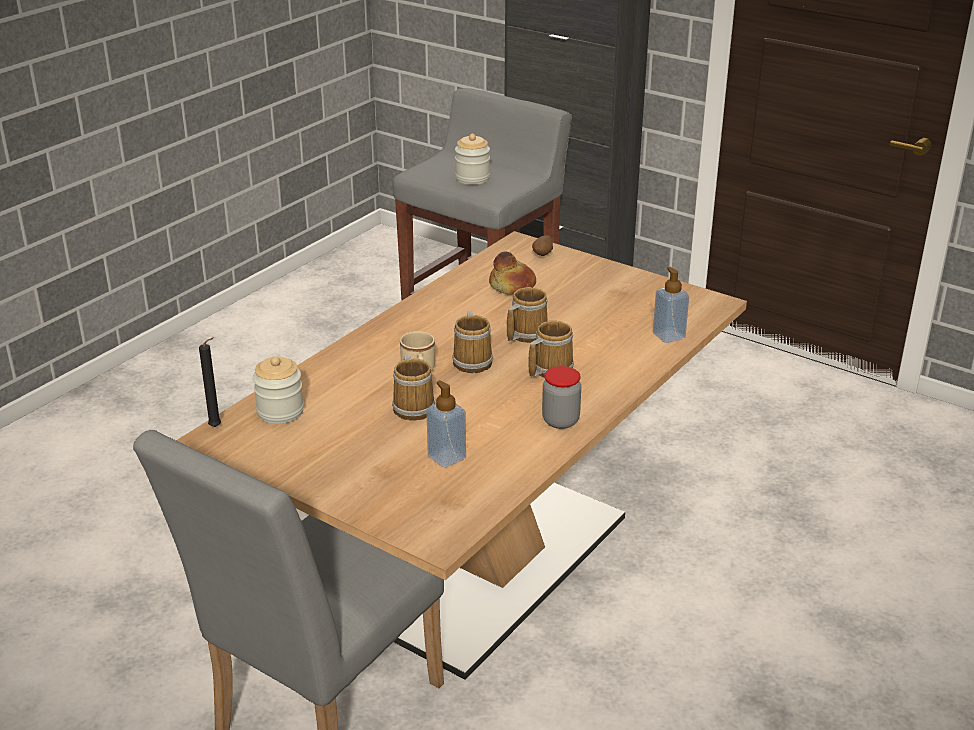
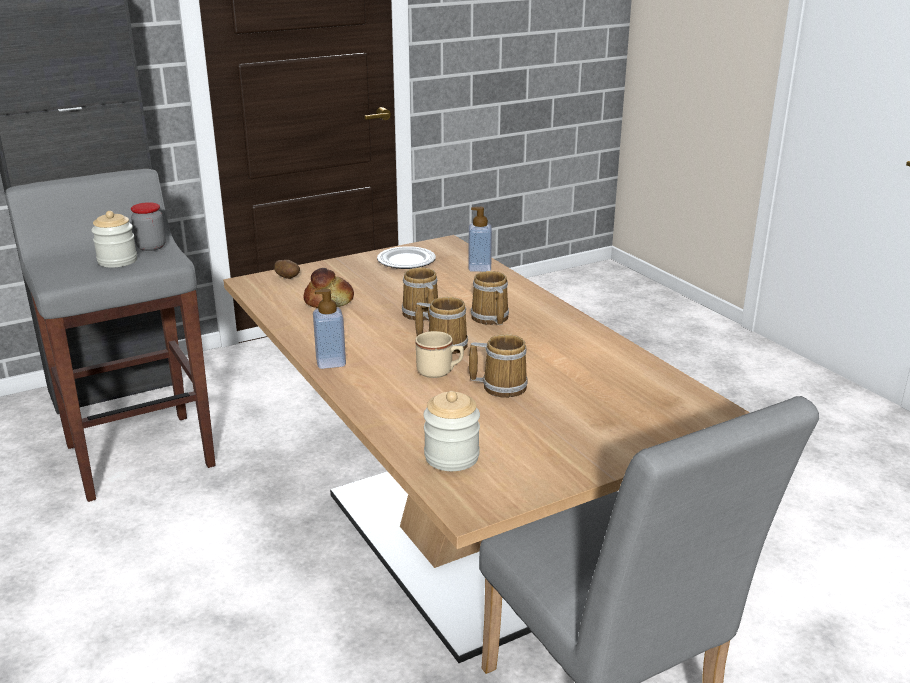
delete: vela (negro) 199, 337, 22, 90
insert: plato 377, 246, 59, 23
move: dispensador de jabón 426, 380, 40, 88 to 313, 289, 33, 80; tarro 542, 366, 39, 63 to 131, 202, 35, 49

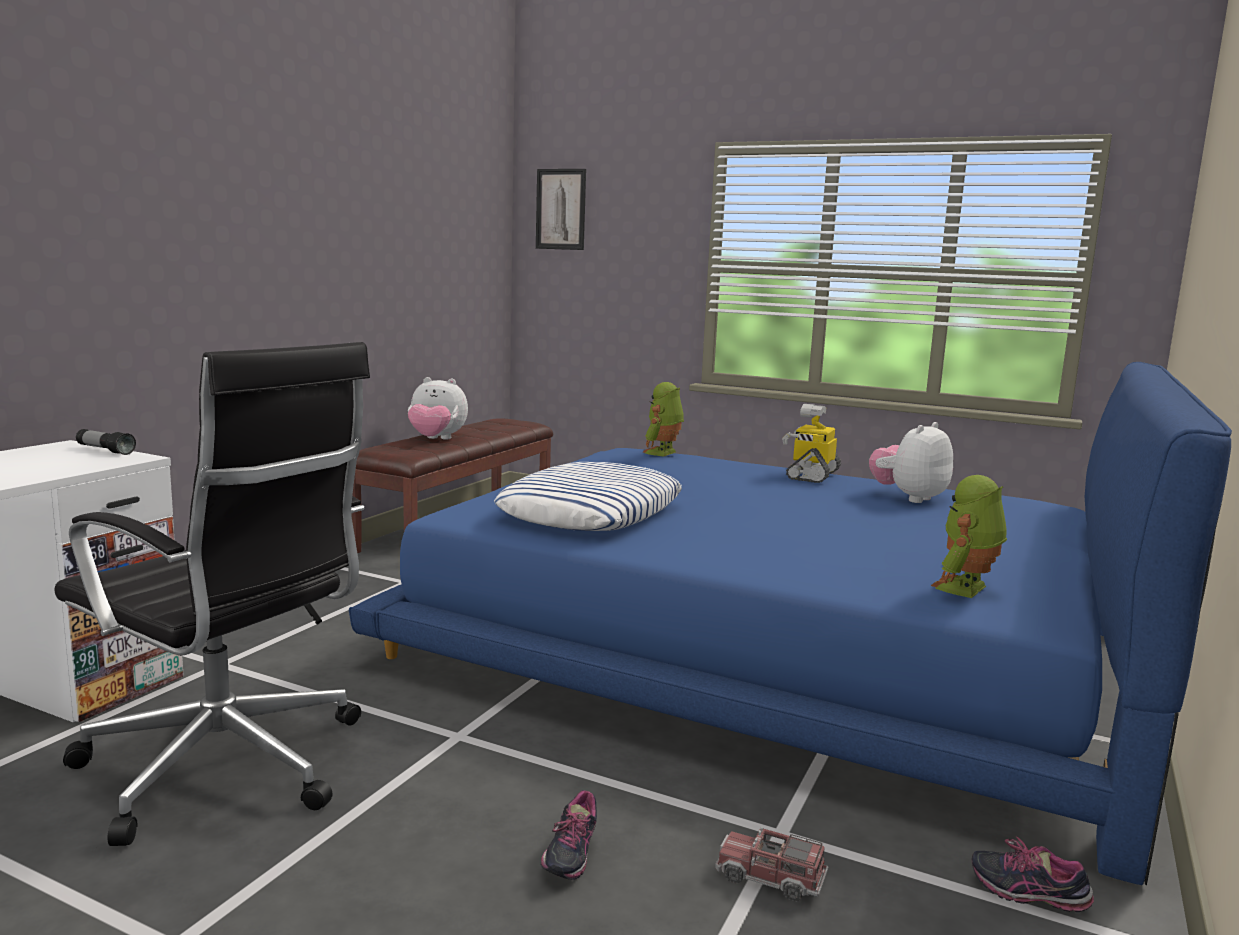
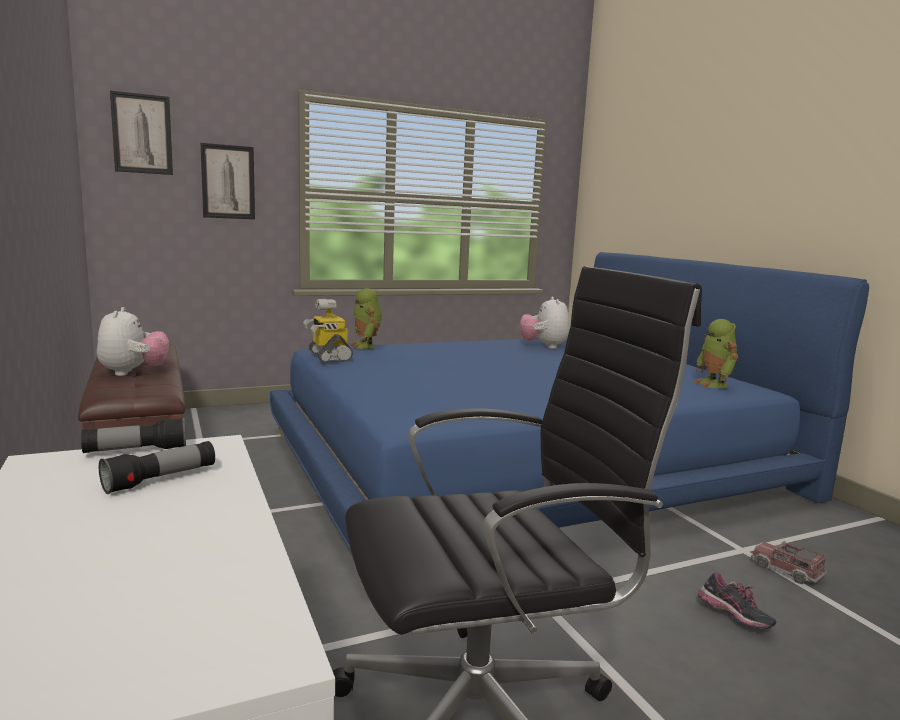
delete: cojín 494, 462, 188, 69; zapato 972, 836, 122, 76
insert: linterna 99, 441, 116, 53; cuadro 200, 143, 55, 76
move: robot de juguete 782, 404, 59, 79 to 303, 299, 50, 64
rotate: peluche 408, 377, 60, 63 = 97, 307, 72, 69 60 degrees counterclockwise; camión de juguete 715, 826, 113, 76 = 751, 541, 76, 43 75 degrees clockwise

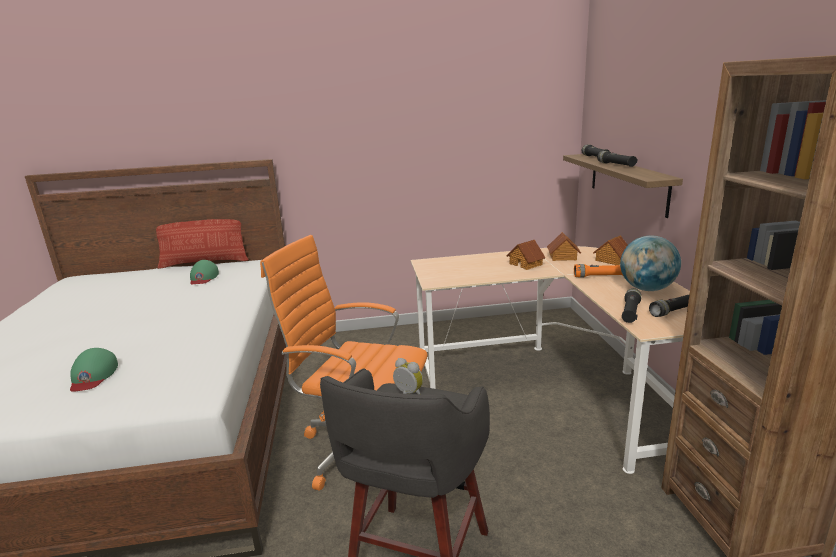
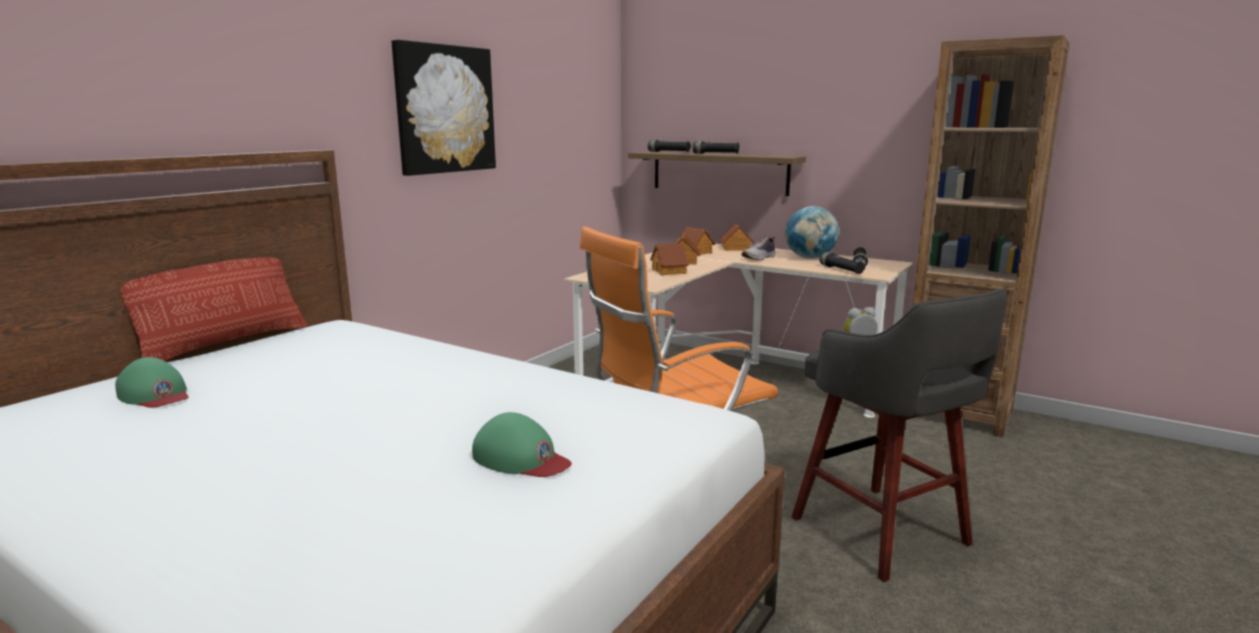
insert: cuadro 391, 40, 105, 136; casita 650, 243, 39, 32
move: gorra (verde) 190, 260, 29, 24 to 115, 357, 73, 51
replace: linterna (naranja) 574, 264, 49, 13 to zapato 741, 236, 35, 25

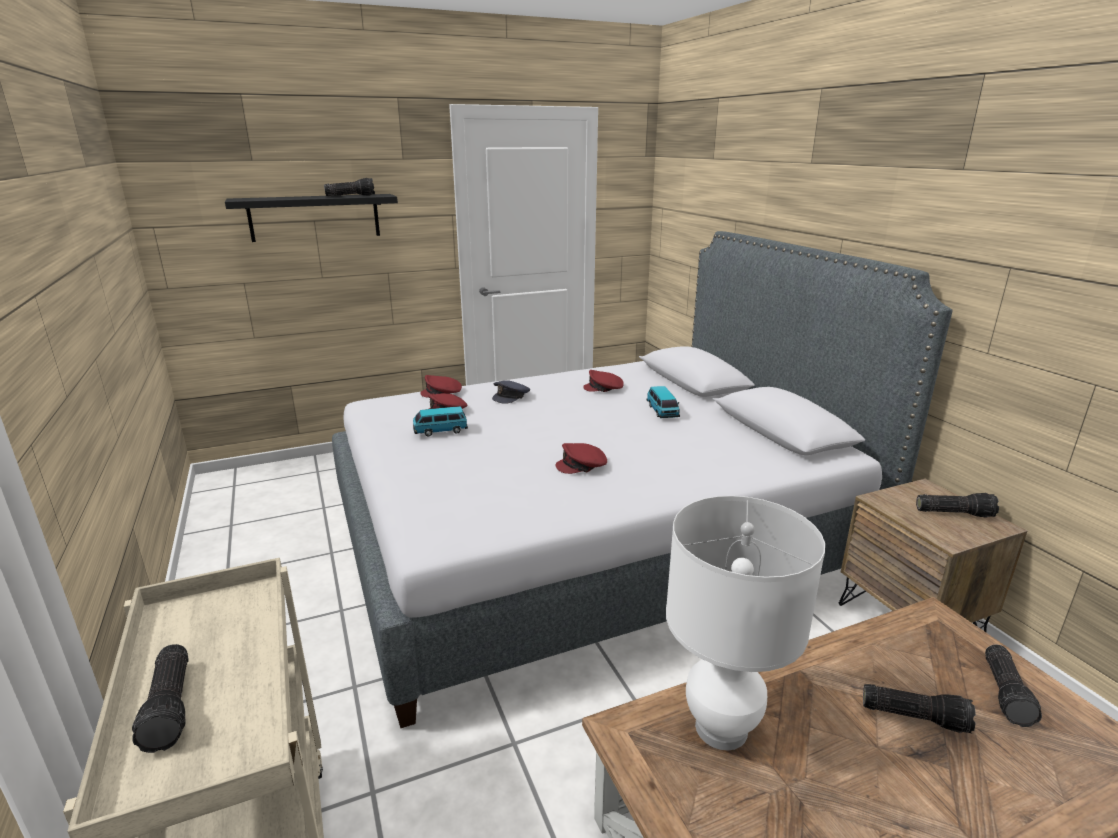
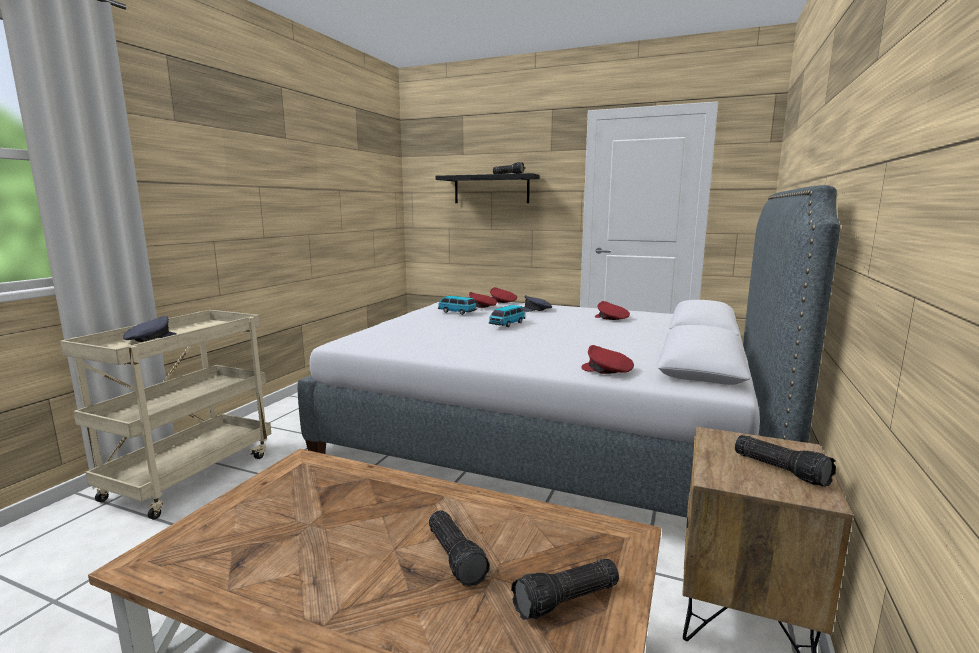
delete: lámpara de mesa (blanco) 666, 496, 159, 255
move: gorra (rojo) 555, 443, 52, 31 to 581, 345, 53, 29; coche de juguete 647, 386, 33, 32 to 489, 305, 36, 22
replace: linterna 132, 644, 57, 109 to gorra (gris) 123, 316, 54, 26

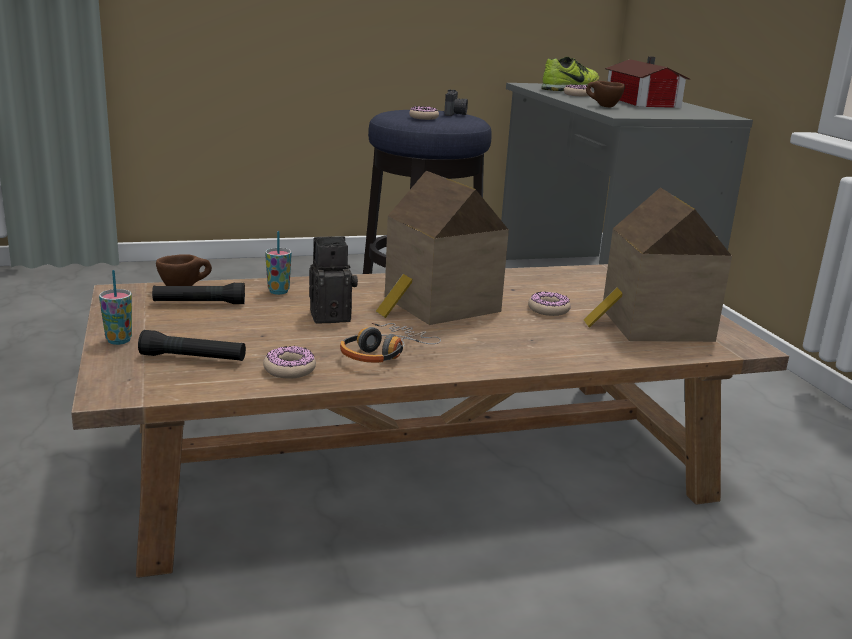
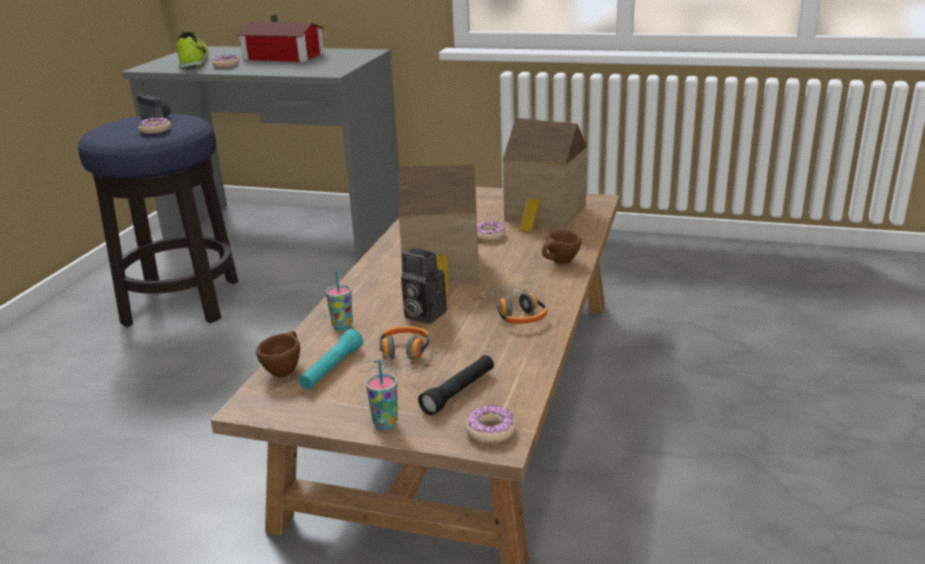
insert: auriculares 357, 326, 76, 48
move: rosquilla 263, 346, 53, 33 to 465, 406, 51, 38; taza (marrón) 586, 81, 39, 26 to 542, 230, 40, 34
recolor: linterna (negro) 152, 283, 93, 21 to linterna (turquesa) 299, 329, 64, 61
rotate: cámara 309, 236, 49, 88 = 401, 248, 46, 76 75 degrees counterclockwise

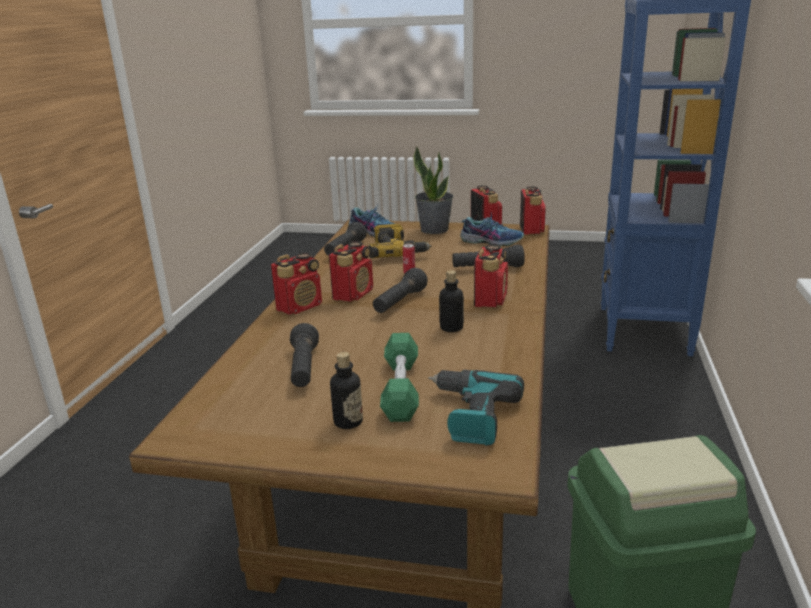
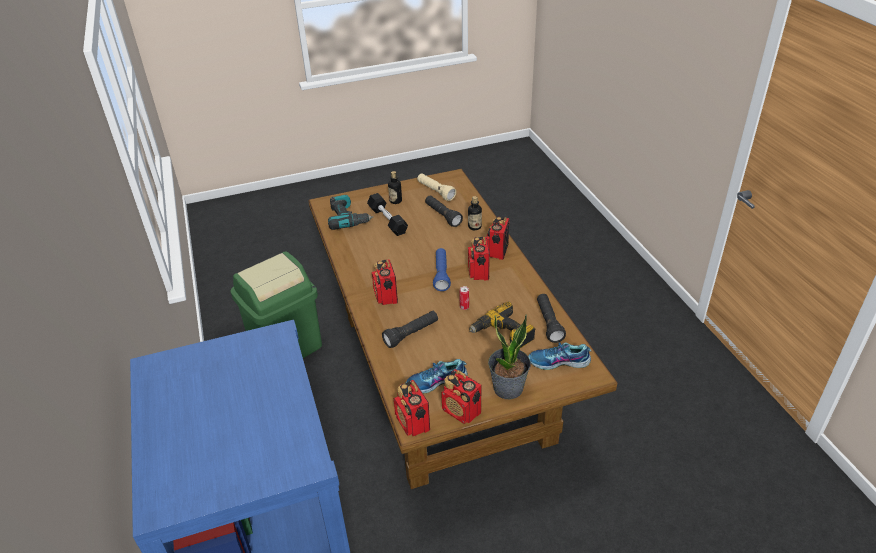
insert: linterna (beis) 417, 173, 39, 28
move: botella 439, 270, 25, 62 to 468, 196, 14, 34
recolor: linterna (negro) 373, 268, 55, 45 to linterna (azul) 433, 248, 18, 43; mancuerna (verde) 380, 333, 39, 89 to mancuerna (negro) 367, 193, 41, 43

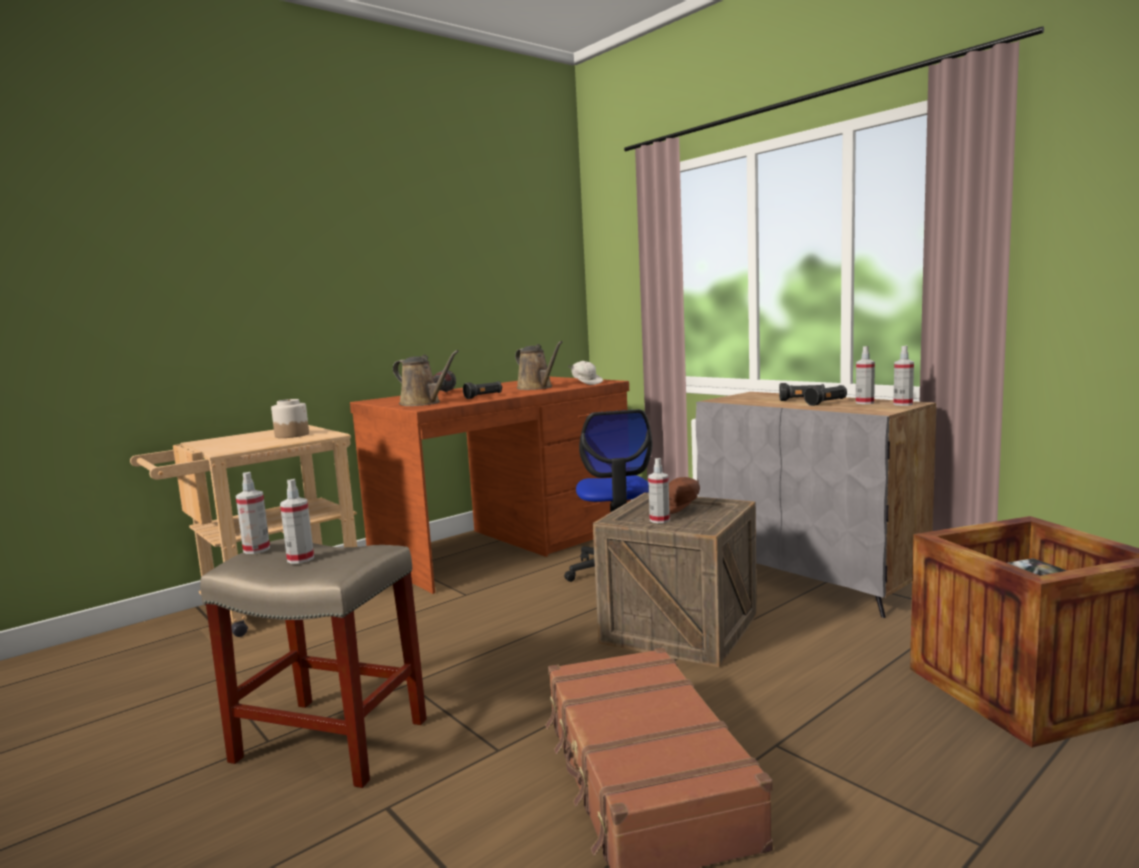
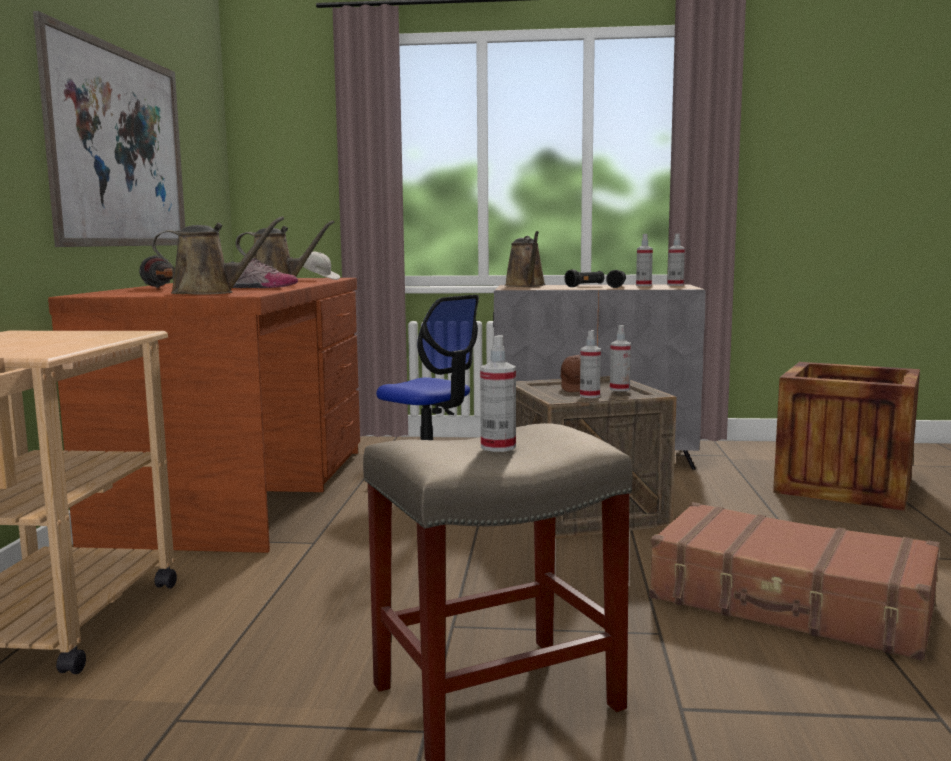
delete: tarro 271, 399, 38, 39
insert: cuadro 33, 11, 152, 236; regadera (marrón) 505, 231, 41, 56
move: pulverizador 236, 472, 34, 82 to 610, 325, 21, 66
replace: linterna (negro) 463, 381, 39, 18 to zapato 230, 258, 68, 30

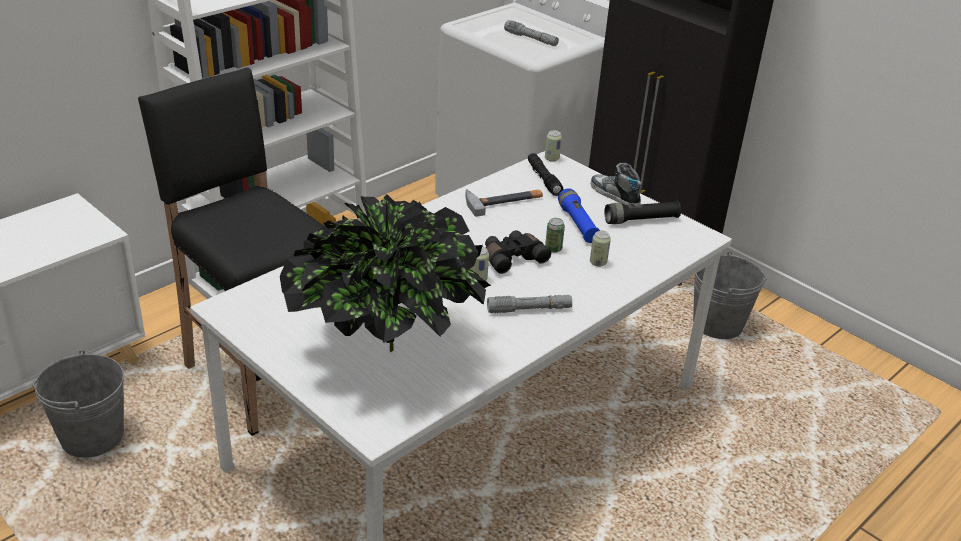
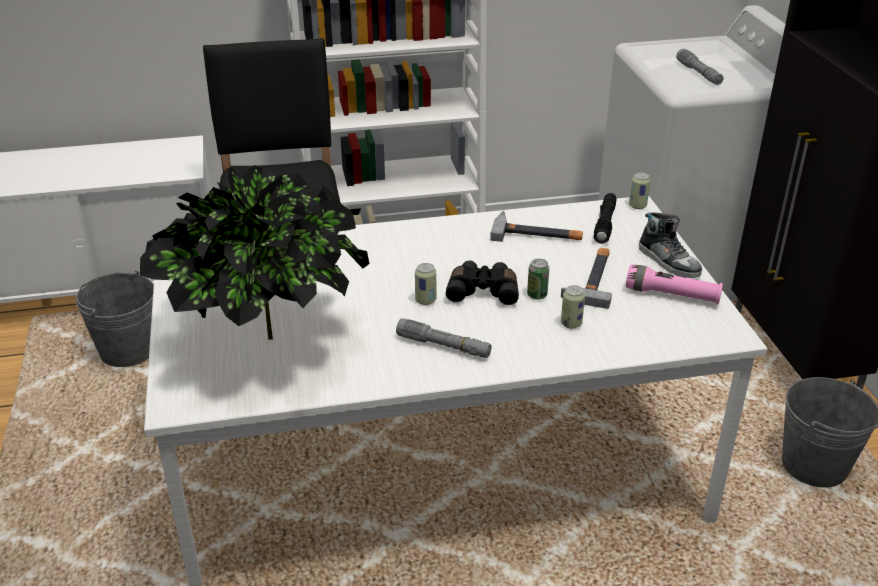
replace: linterna (azul) 558, 188, 42, 55 to martillo 561, 248, 51, 61
recolor: linterna (negro) 604, 201, 77, 23 to linterna (rosa) 626, 264, 97, 41
rotate: zapato 590, 163, 52, 42 = 639, 212, 63, 66 150 degrees clockwise

